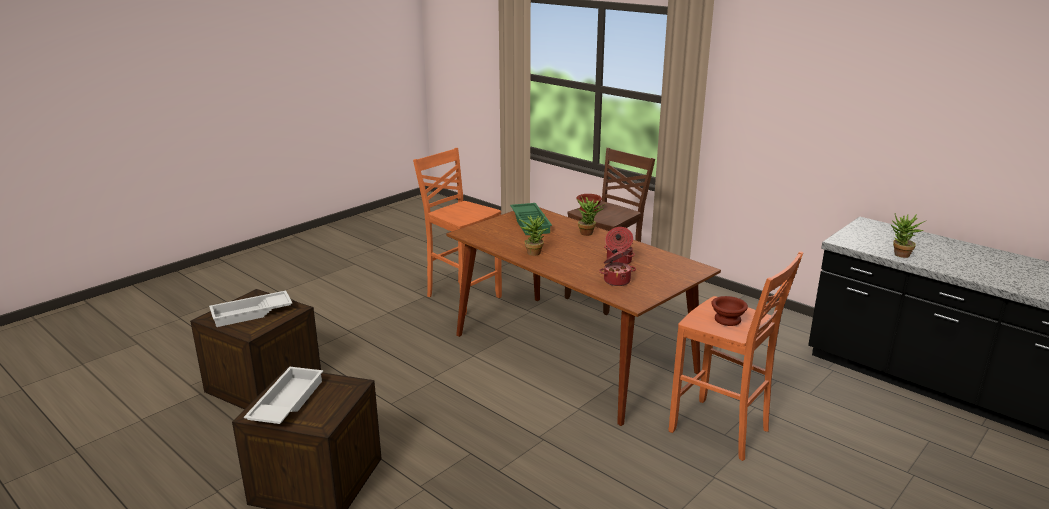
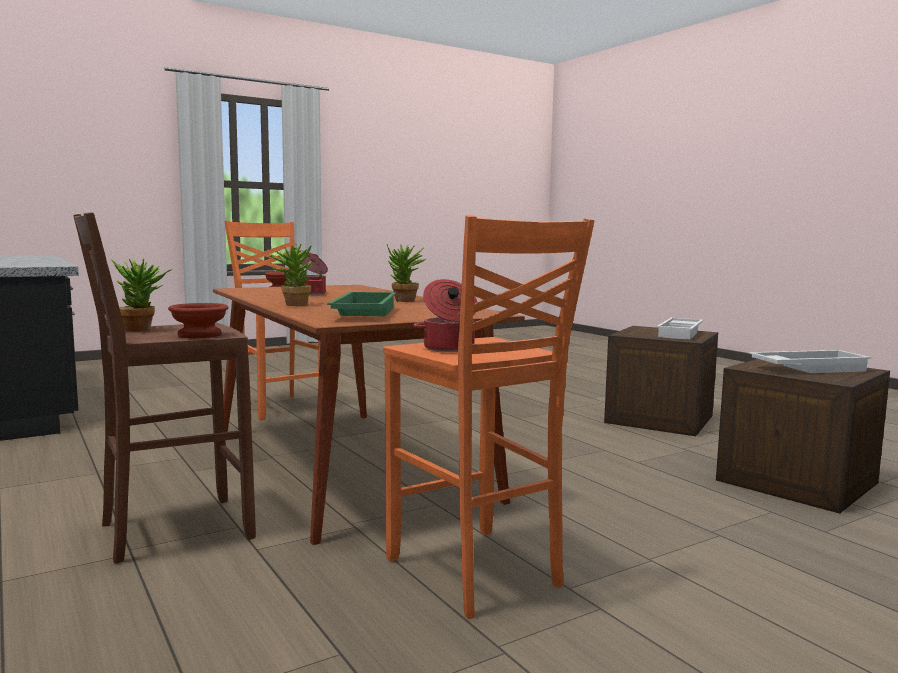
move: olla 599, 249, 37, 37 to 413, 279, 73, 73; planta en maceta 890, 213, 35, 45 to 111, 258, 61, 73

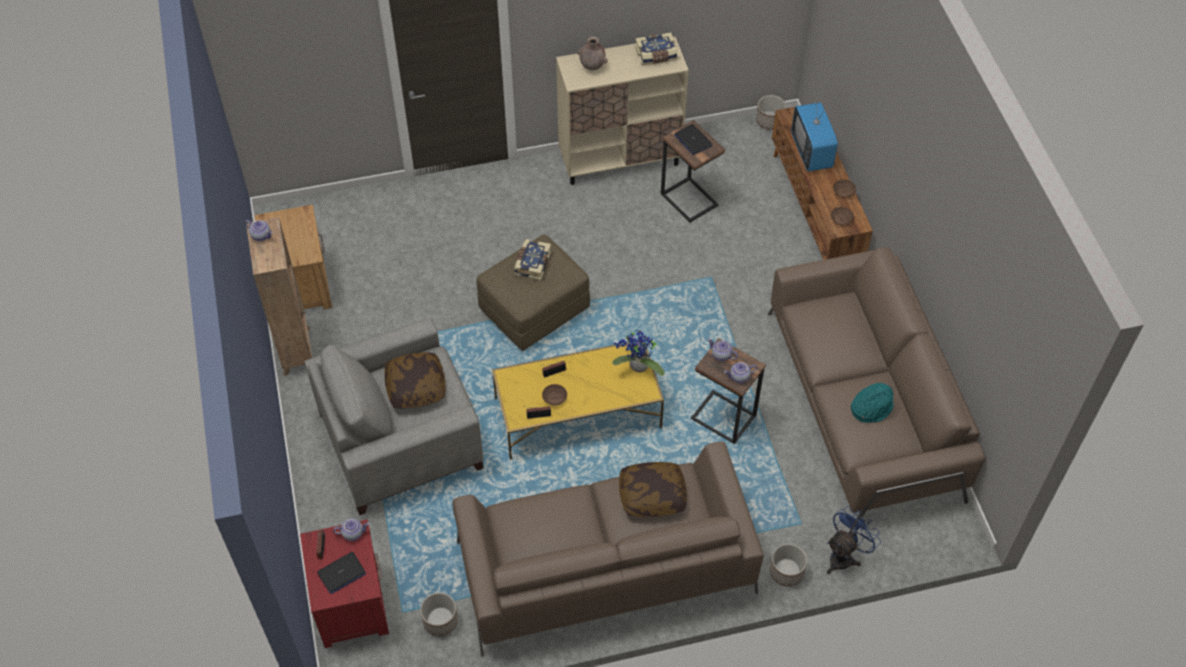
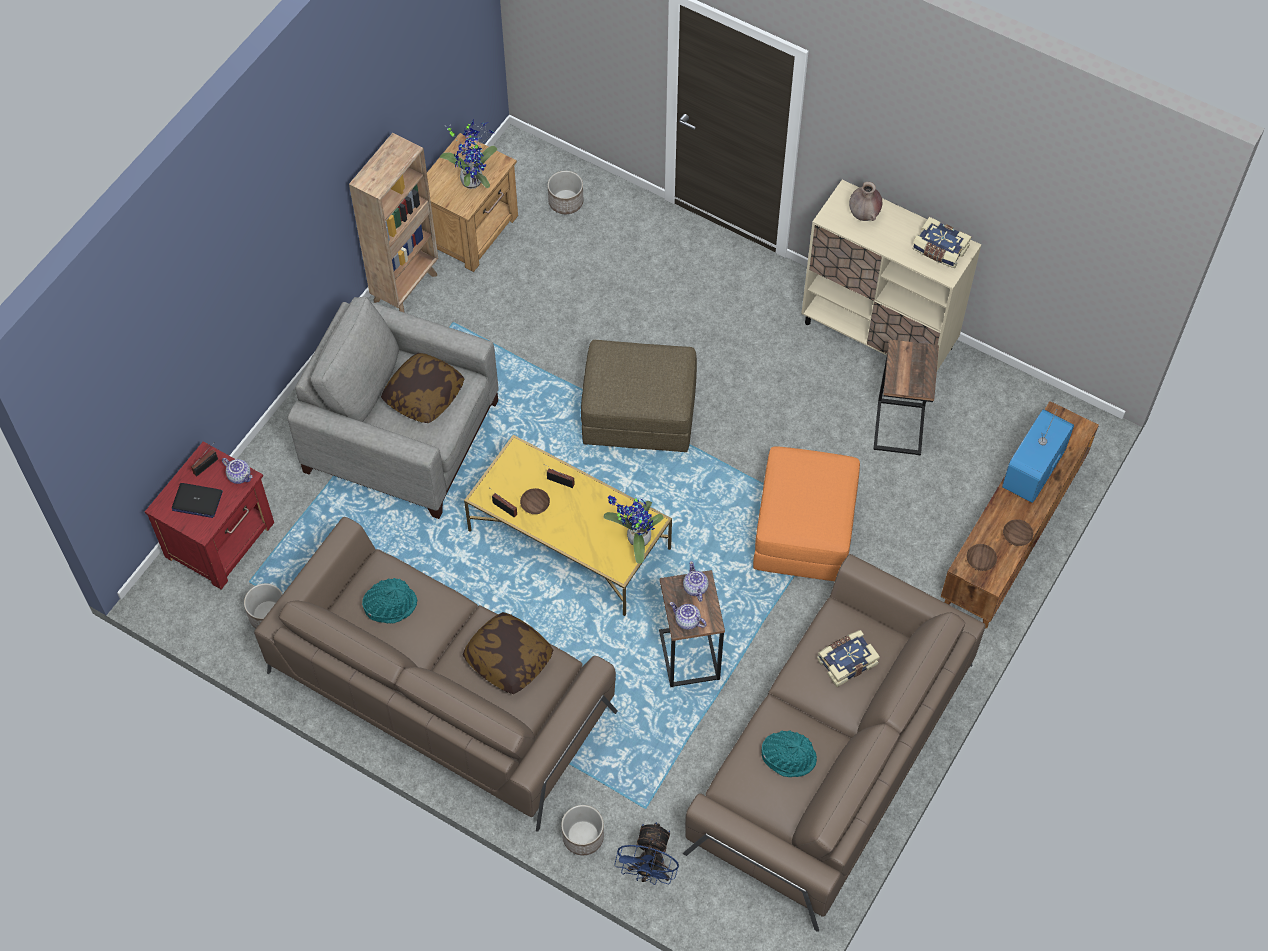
delete: tetera 245, 220, 28, 21; portátil 674, 124, 38, 31
insert: sombrero (turquesa) 362, 578, 55, 45; planta en maceta 440, 119, 57, 70; puf (naranja) 753, 446, 107, 135
move: libro 514, 239, 37, 42 to 817, 630, 63, 57; maceta 756, 95, 30, 35 to 548, 171, 35, 43
rotate: ventilador (azul) 827, 506, 54, 68 = 614, 822, 65, 63 105 degrees clockwise

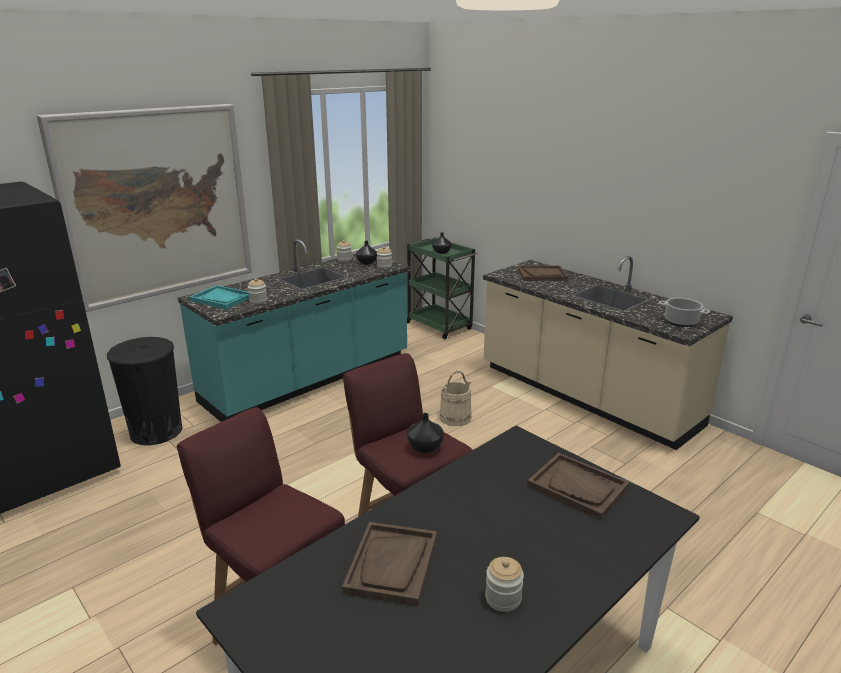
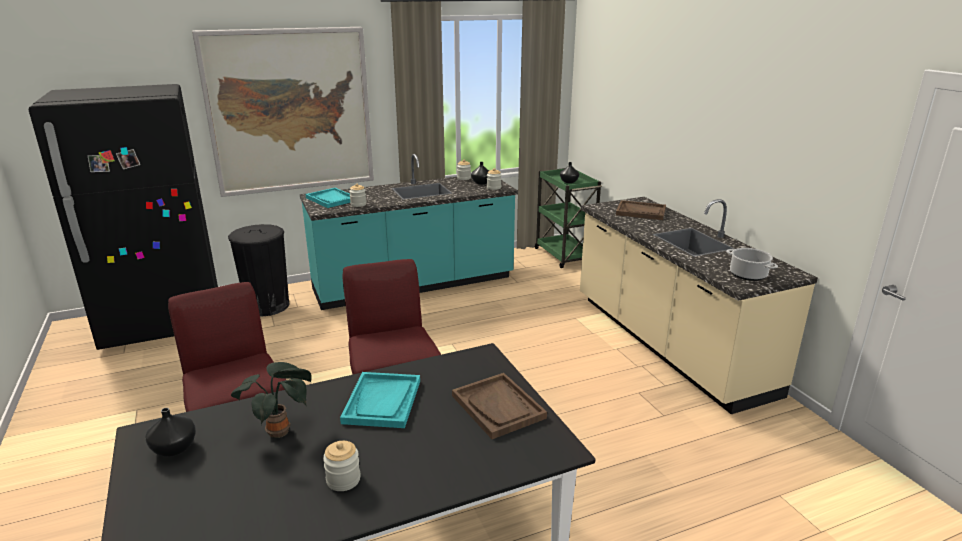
delete: cubo (beis) 439, 371, 33, 55
insert: bandeja (turquesa) 340, 372, 80, 56
move: florero (negro) 407, 413, 37, 40 to 145, 408, 51, 49
replace: bandeja (marrón) 342, 522, 95, 84 to planta en maceta 231, 362, 81, 76

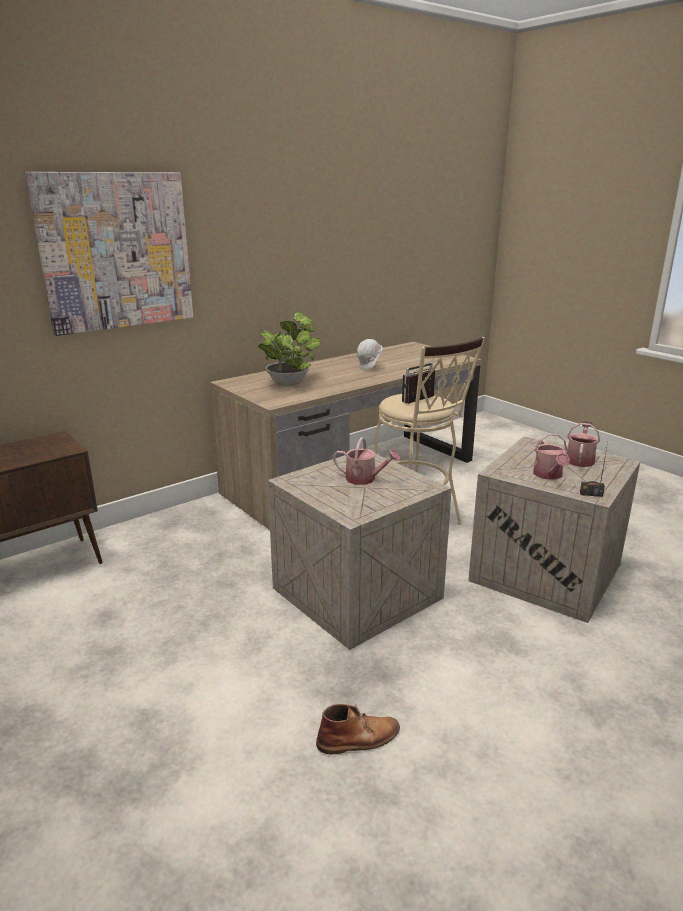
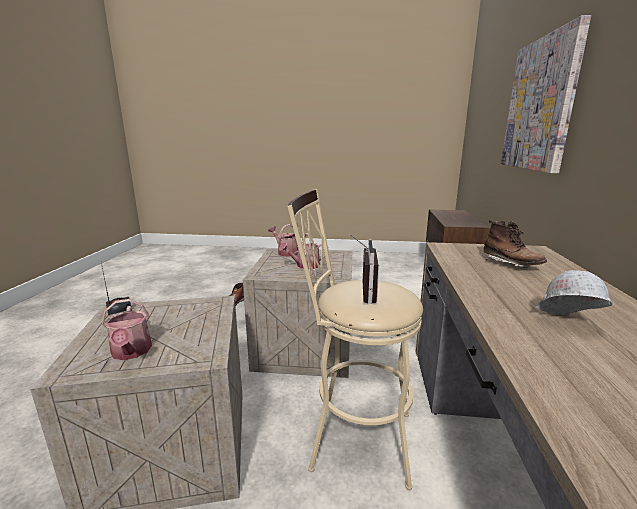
move: regadera 533, 434, 37, 46 to 268, 224, 34, 33
replace: planta en maceta 258, 312, 63, 74 to bota (marrón) 483, 220, 64, 48

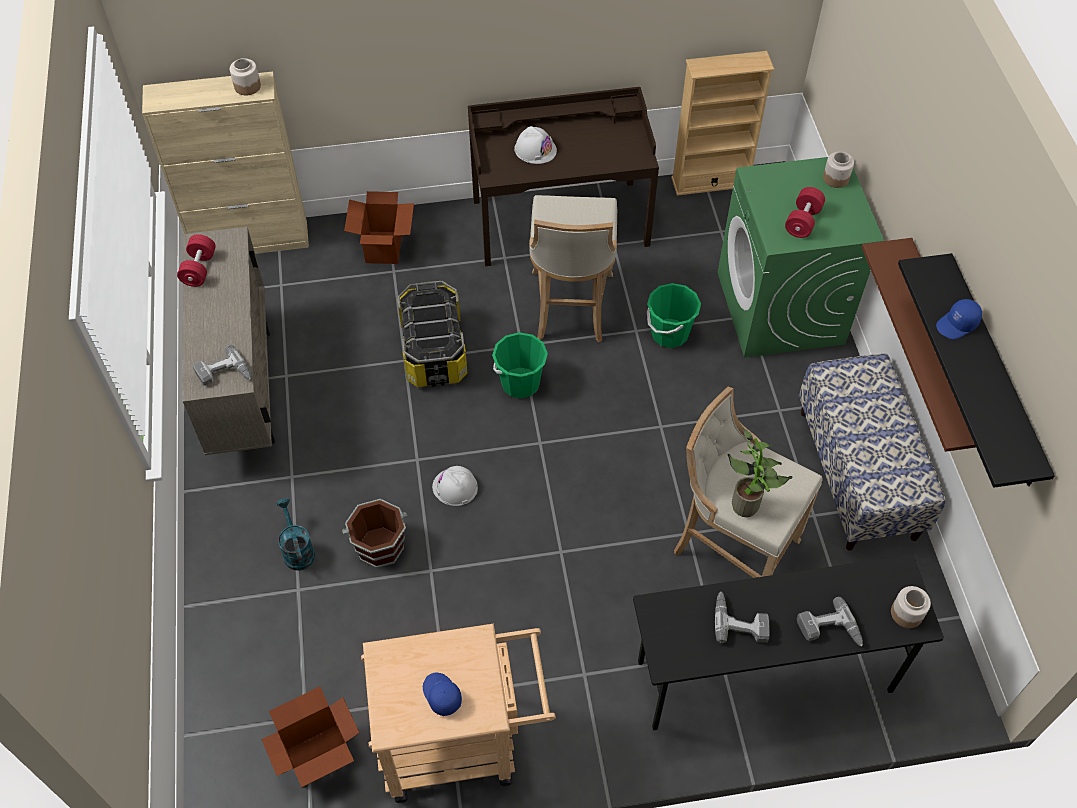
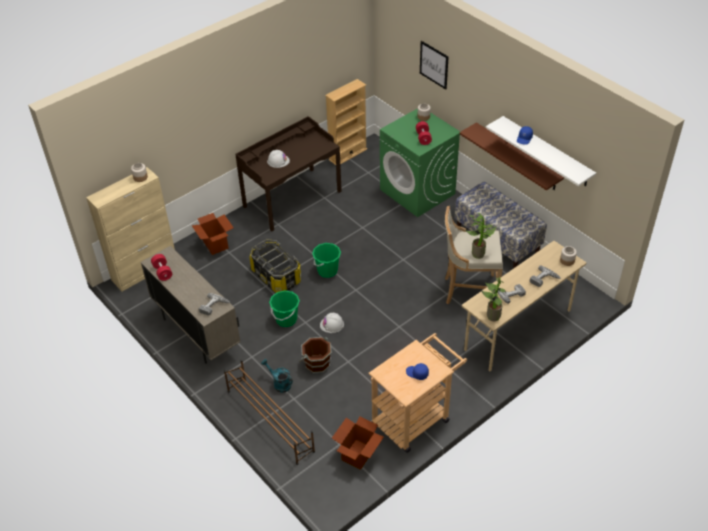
delete: taburete (beis) 529, 195, 88, 148
insert: zapatero (marrón) 224, 360, 91, 105; cuadro 420, 41, 29, 49; planta en maceta 481, 277, 25, 44
move: cubo (verde) 647, 283, 54, 65 to 269, 290, 31, 37
recolor: escritorio (negro) 633, 555, 311, 175 to escritorio (beis) 462, 241, 124, 130; estante (negro) 898, 253, 157, 235 to estante (blanco) 486, 116, 110, 70

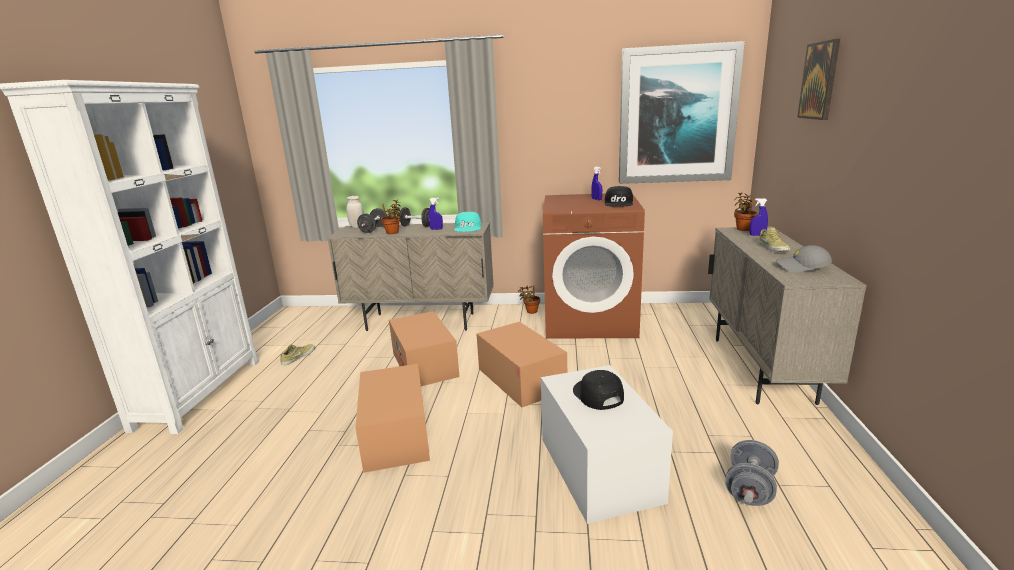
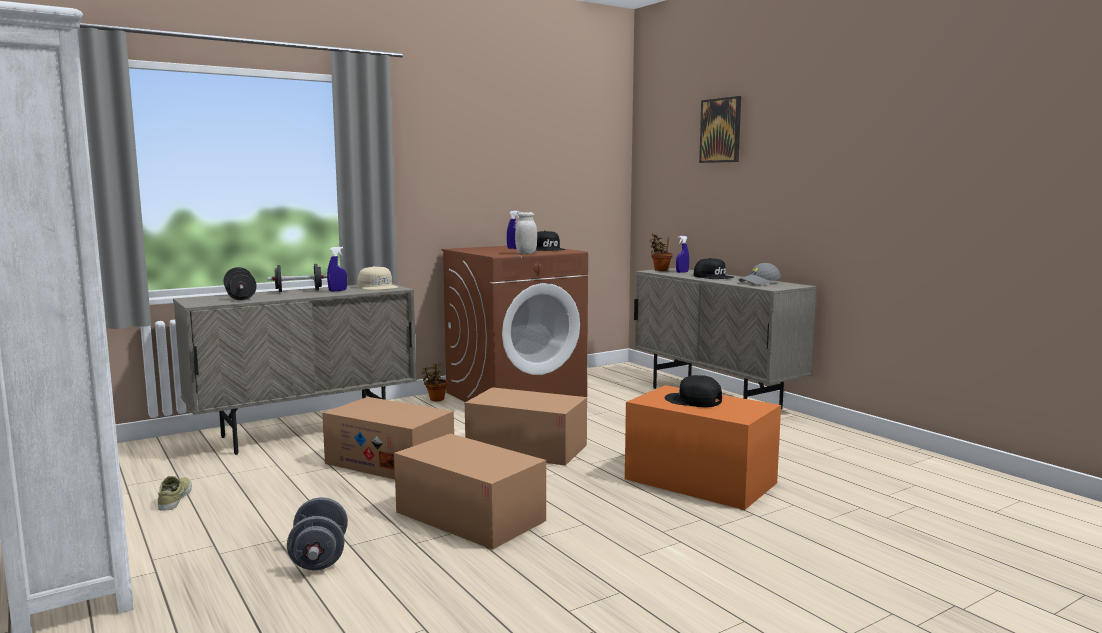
delete: planta en maceta 381, 200, 20, 34; cuadro 619, 41, 126, 143
move: tarro (blanco) 346, 196, 18, 32 to 515, 212, 22, 42; mancuerna (gris) 725, 440, 54, 66 to 287, 497, 61, 73
replace: zapato (beis) 758, 227, 32, 24 to gorra (negro) 694, 258, 40, 21
recolor: gorra (turquesa) 454, 212, 27, 20 to gorra (beis) 357, 266, 41, 24; caja de almacenaje (blanco) 541, 365, 132, 159 to caja de almacenaje (naranja) 625, 385, 156, 125

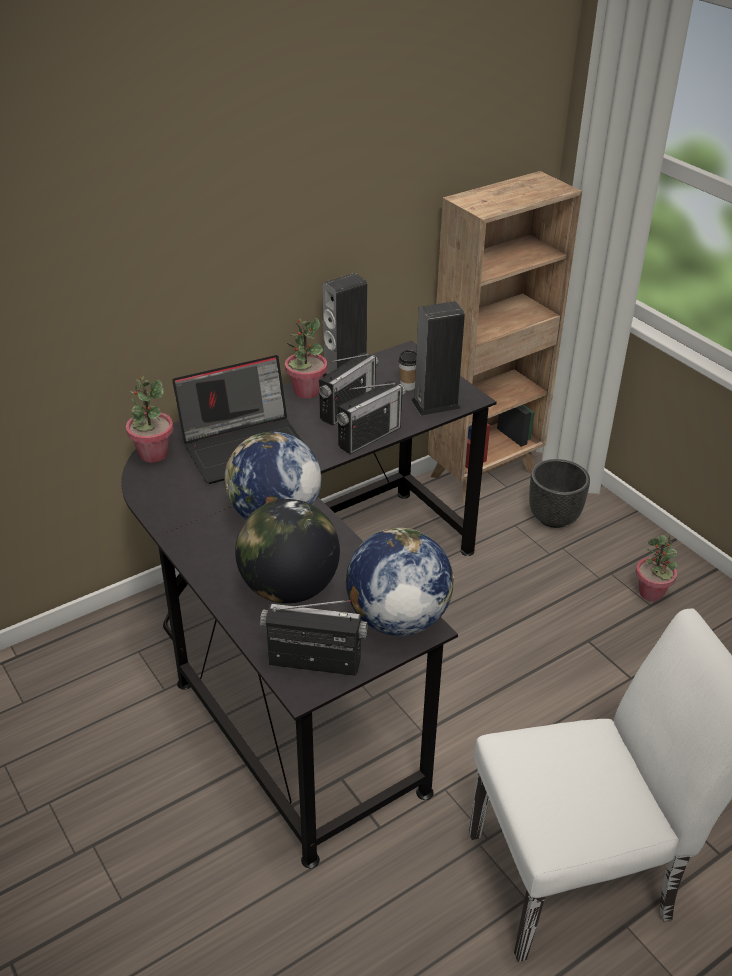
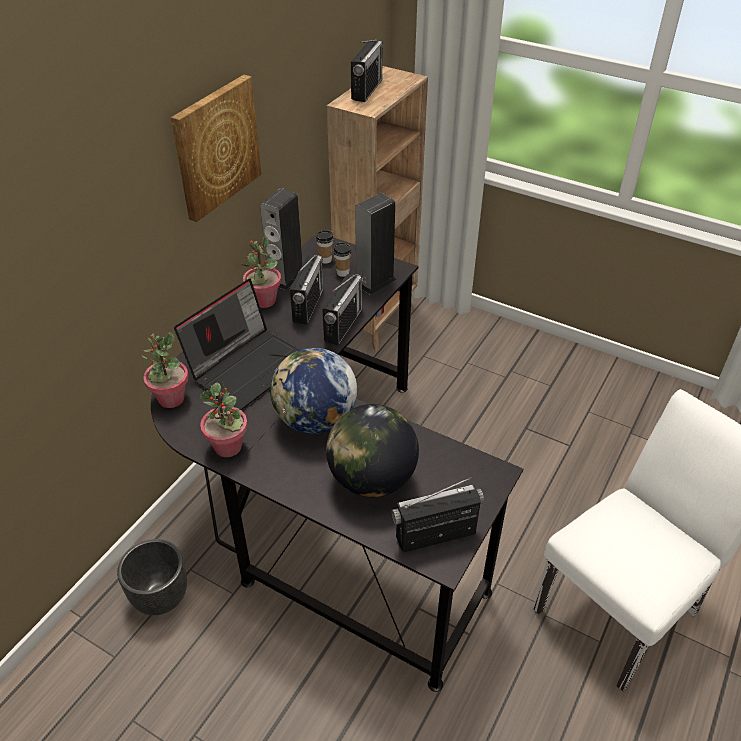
delete: globo terráqueo 346, 528, 108, 108
insert: cuadro 171, 75, 90, 147; taza 316, 230, 18, 34; radio 351, 39, 32, 63
move: maceta (negro) 529, 459, 61, 69 to 117, 539, 70, 76; planta en maceta 636, 535, 41, 67 to 200, 382, 48, 75

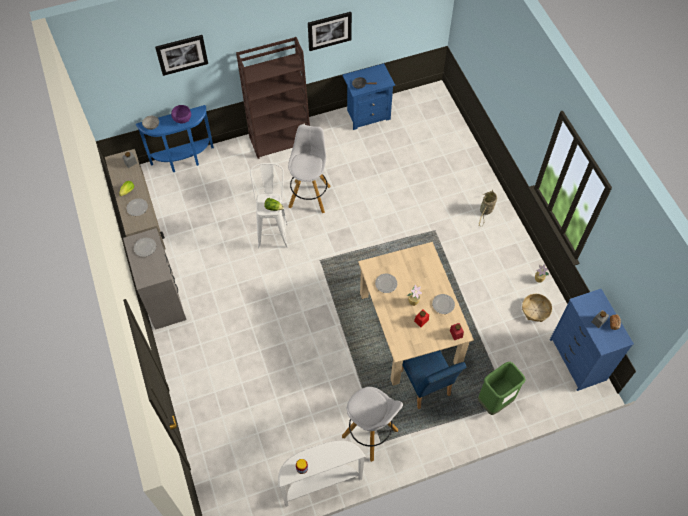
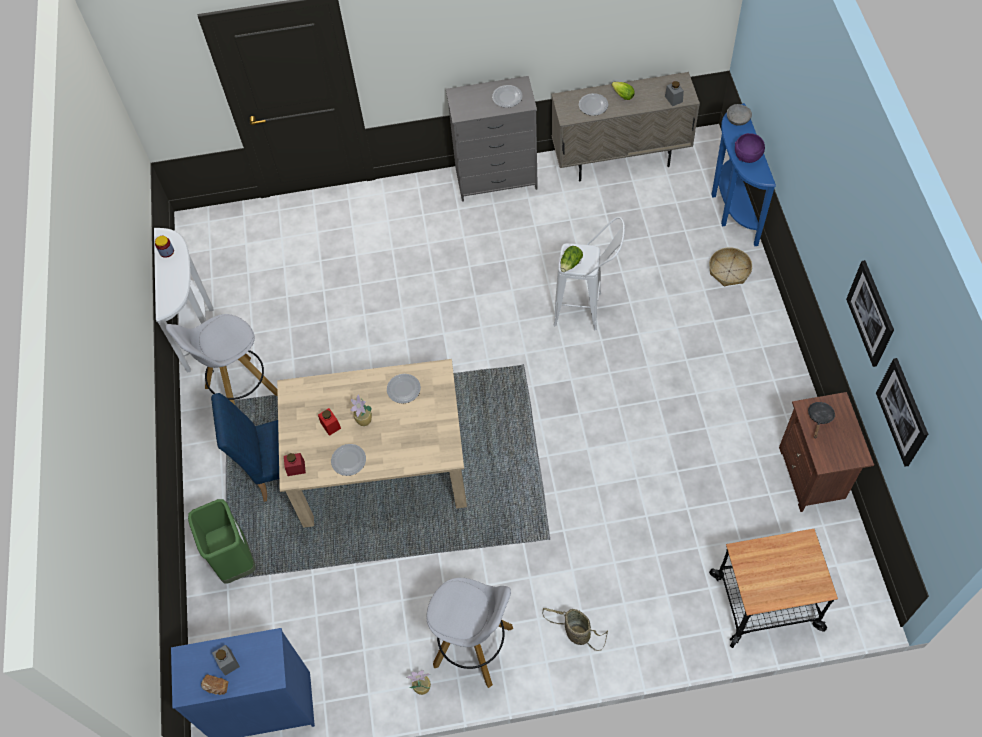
delete: estantería (marrón) 236, 37, 74, 122
insert: carrito 709, 529, 129, 119
move: cuadro 155, 35, 53, 41 to 876, 358, 52, 109; taburete (blanco) 288, 124, 43, 89 to 426, 578, 87, 110; cesta 522, 294, 30, 28 to 709, 247, 43, 39
recolor: mesita de noche (azul) 342, 63, 53, 67 to mesita de noche (marrón) 779, 392, 95, 120

